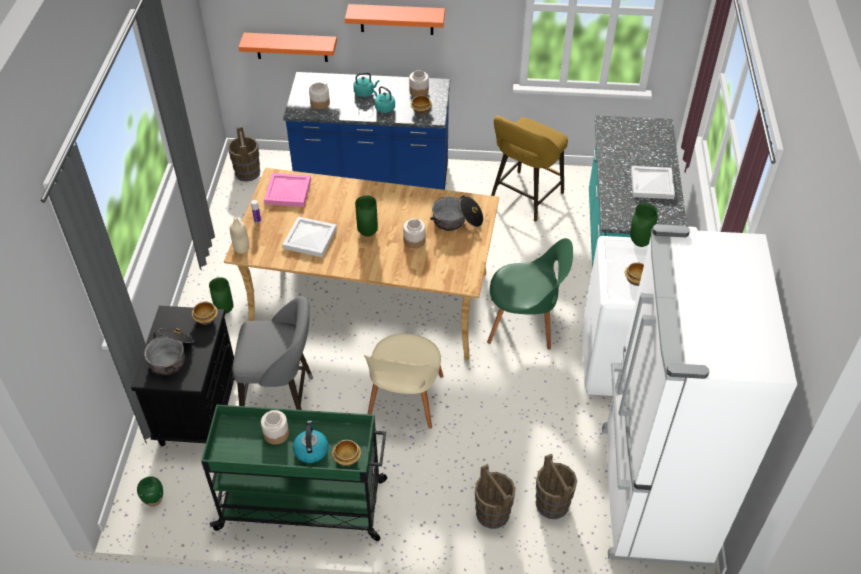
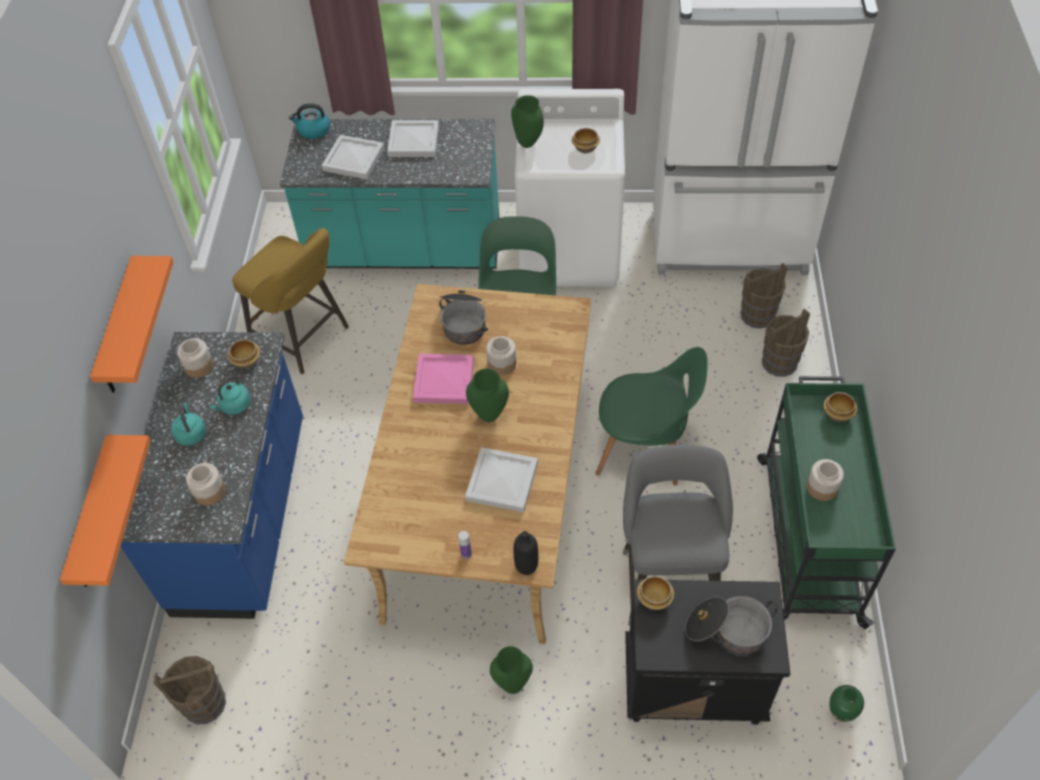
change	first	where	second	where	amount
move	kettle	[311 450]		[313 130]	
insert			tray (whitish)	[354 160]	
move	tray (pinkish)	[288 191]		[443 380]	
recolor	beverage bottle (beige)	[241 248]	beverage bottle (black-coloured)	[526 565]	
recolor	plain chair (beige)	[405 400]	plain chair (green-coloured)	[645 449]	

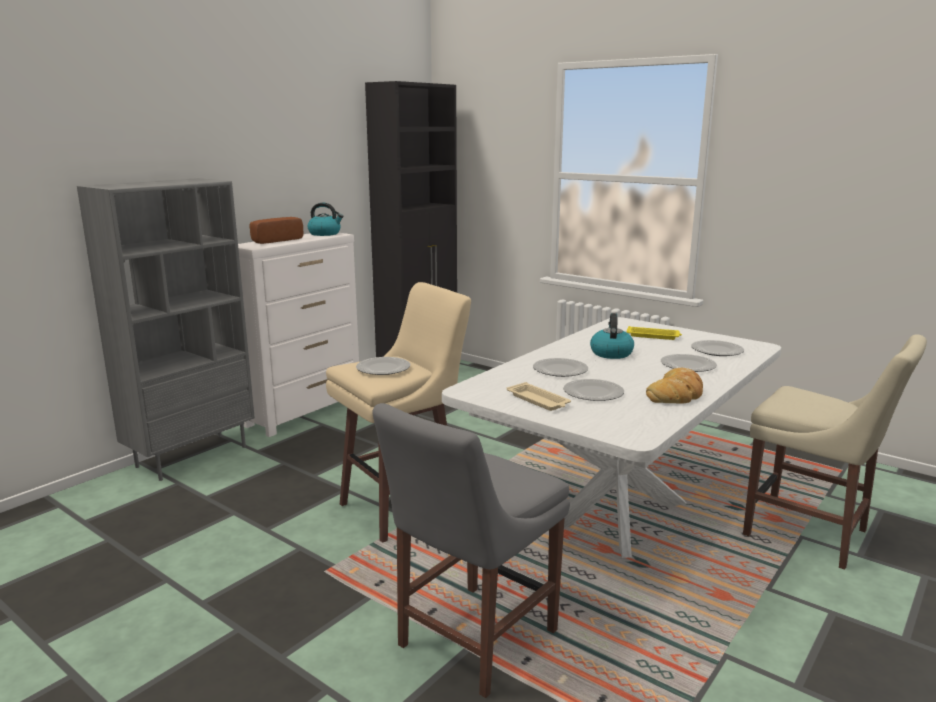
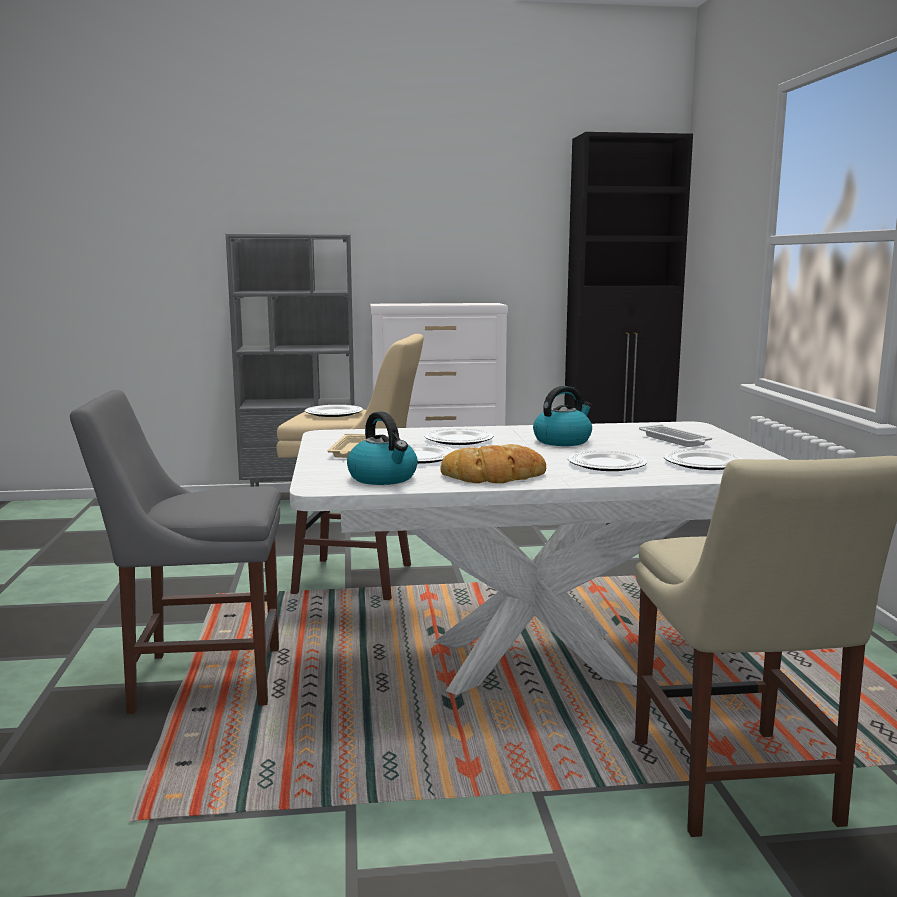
change	first	where	second	where	amount
move	kettle	[325 234]		[383 478]	
recolor	tray (yellow-coloured)	[653 336]	tray (whitish)	[675 440]	
delete	baked bread	[275 240]			

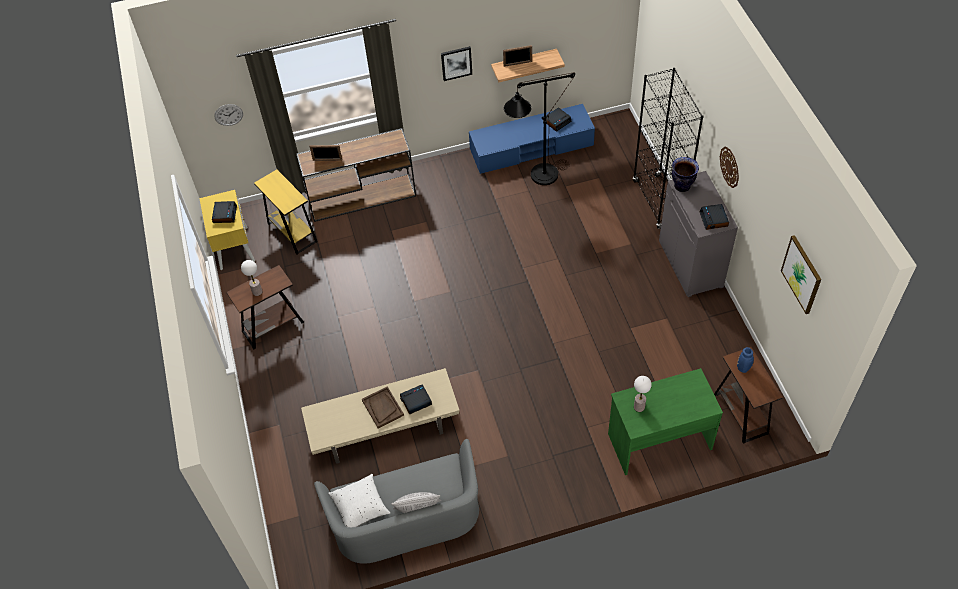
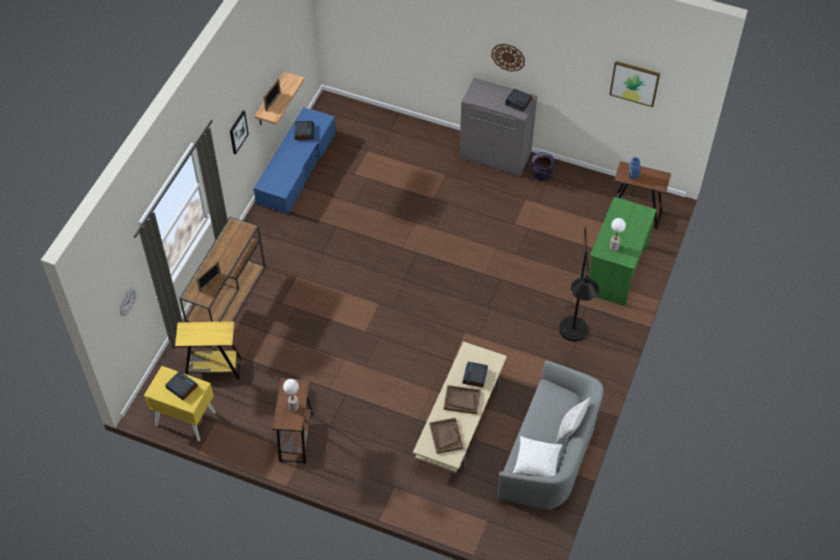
change	first	where	second	where	amount
insert			tray (brown-coloured)	[446 436]	
move	vase	[682 186]		[541 176]	
move	standing lamp (black-coloured)	[537 178]		[573 336]	
delete	bookshelf (black-coloured)	[658 202]			

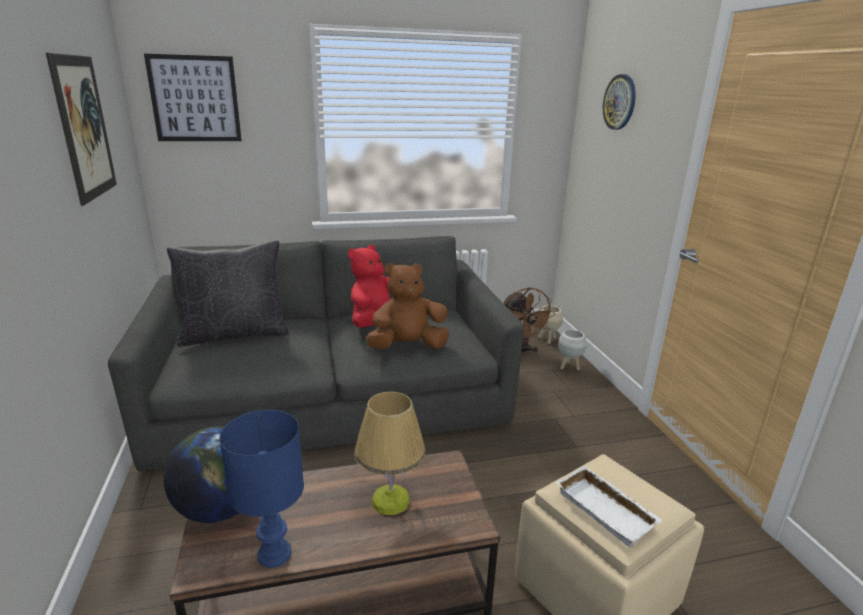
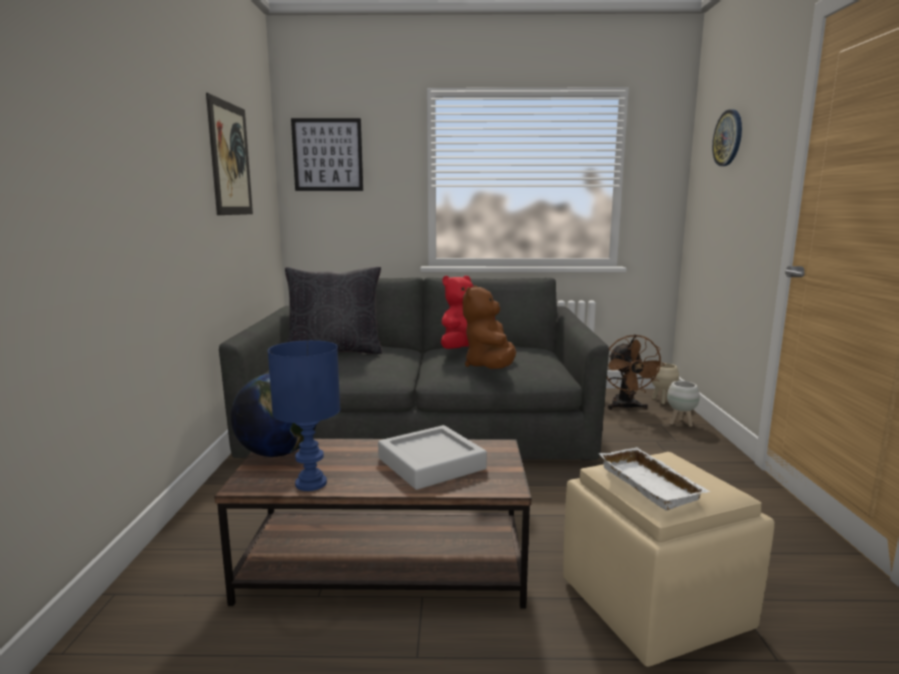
change	first	where	second	where	amount
replace	tabletop lamp	[390 501]	tray (gray)	[431 464]	
rotate	cuddly toy (brown-coloured)	[407 346]		[490 367]	75 degrees counterclockwise

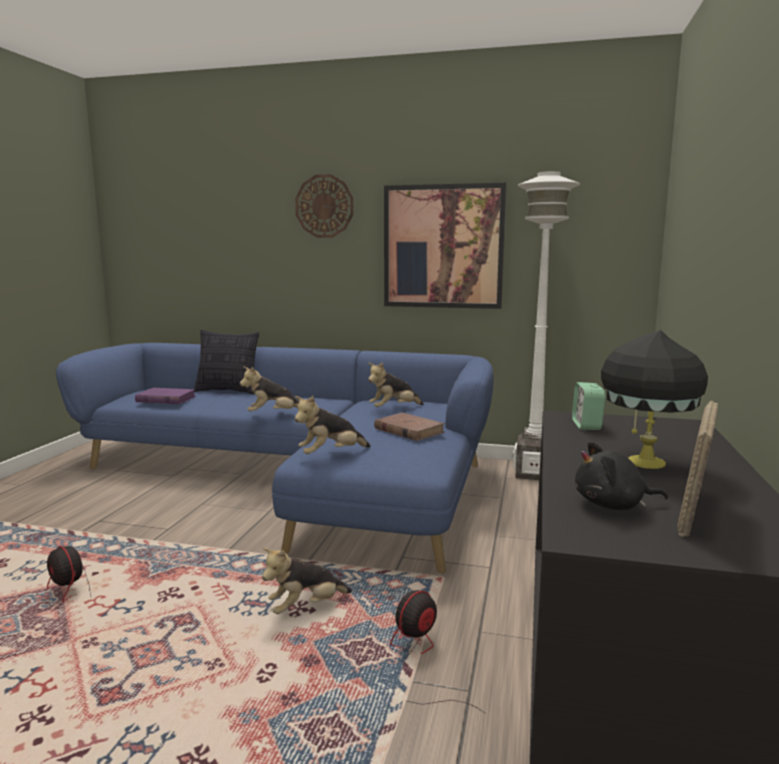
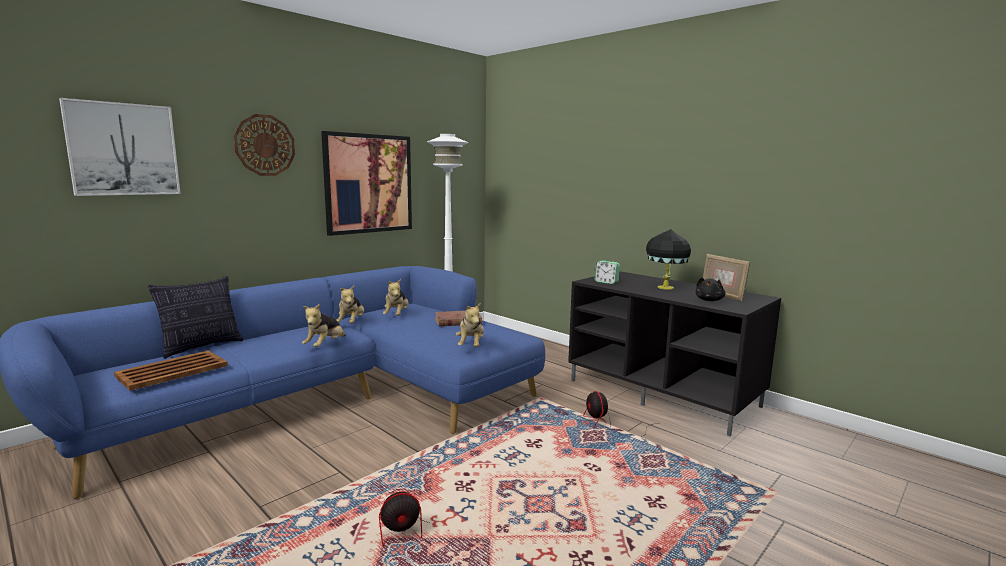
change	first	where	second	where	amount
insert			picture	[123 149]	
replace	book (purplish)	[165 399]	tray (brown-coloured)	[174 370]	
move	cuddly toy	[306 607]		[351 323]	

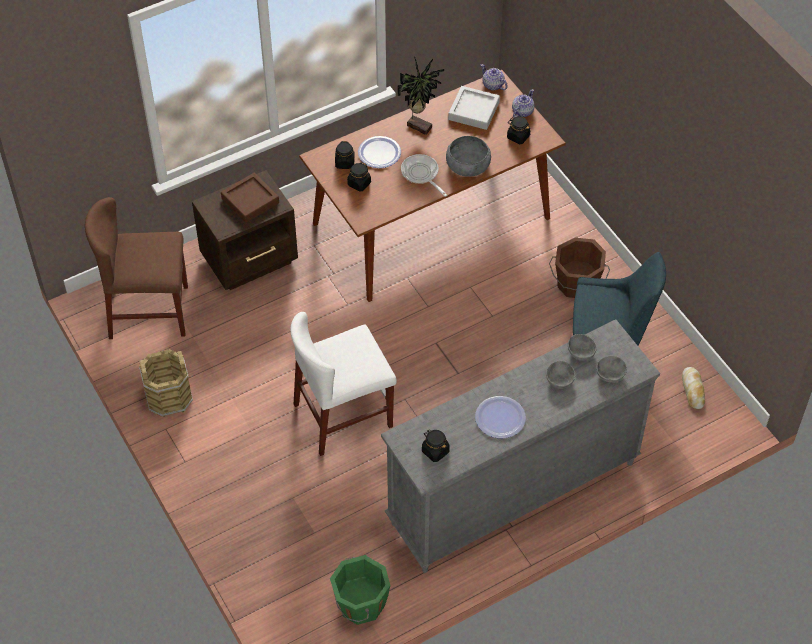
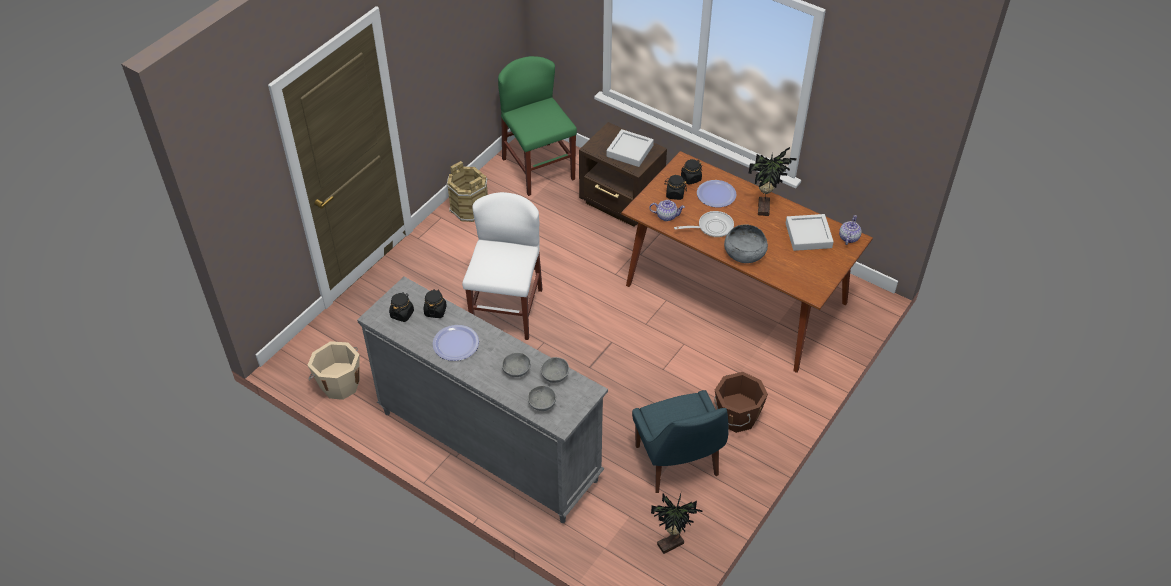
change	first	where	second	where	amount
recolor	water bucket (green-coloured)	[360 604]	water bucket (beige)	[339 384]	
move	jar (black-coloured)	[518 137]		[435 311]	
rotate	plain chair (whitish)	[343 415]		[507 310]	60 degrees clockwise
recolor	plain chair (brown-coloured)	[149 311]	plain chair (green-coloured)	[538 169]	
recolor	tray (brown-coloured)	[250 200]	tray (gray)	[630 151]	
move	teapot	[522 111]		[666 216]	
replace	baked bread	[693 390]	houseplant	[672 545]	
rotate	skillet	[421 174]		[712 227]	45 degrees clockwise

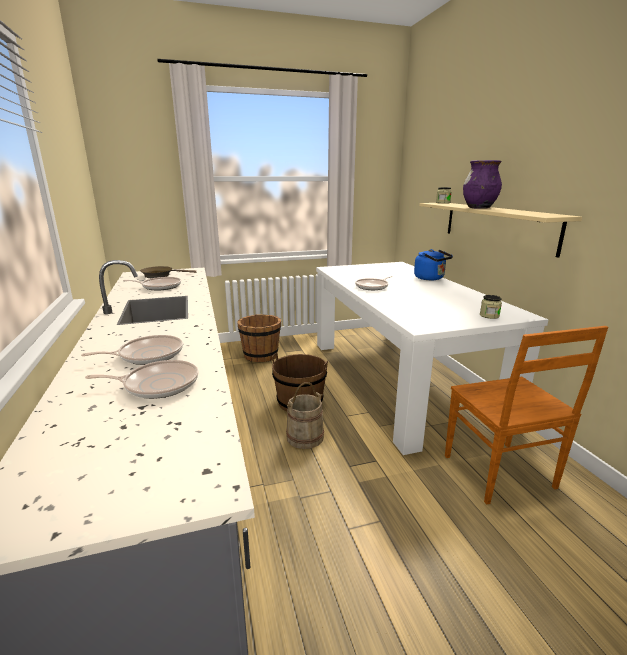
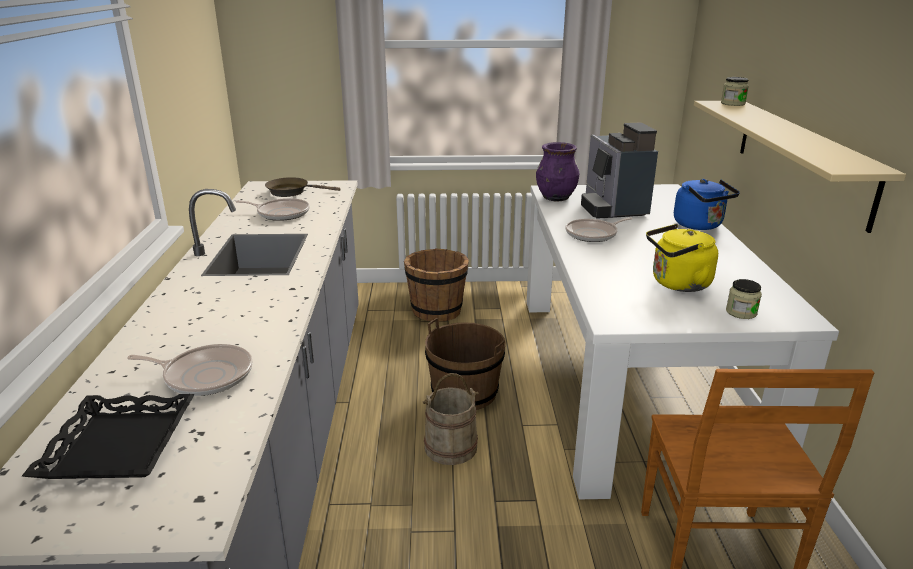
change	first	where	second	where	amount
insert			tray (black-coloured)	[118 445]	
move	vase (purplish)	[479 207]		[556 198]	
insert			coffee brewer	[612 208]	
insert			kettle (yellow-coloured)	[677 284]	
delete	skillet	[147 355]			

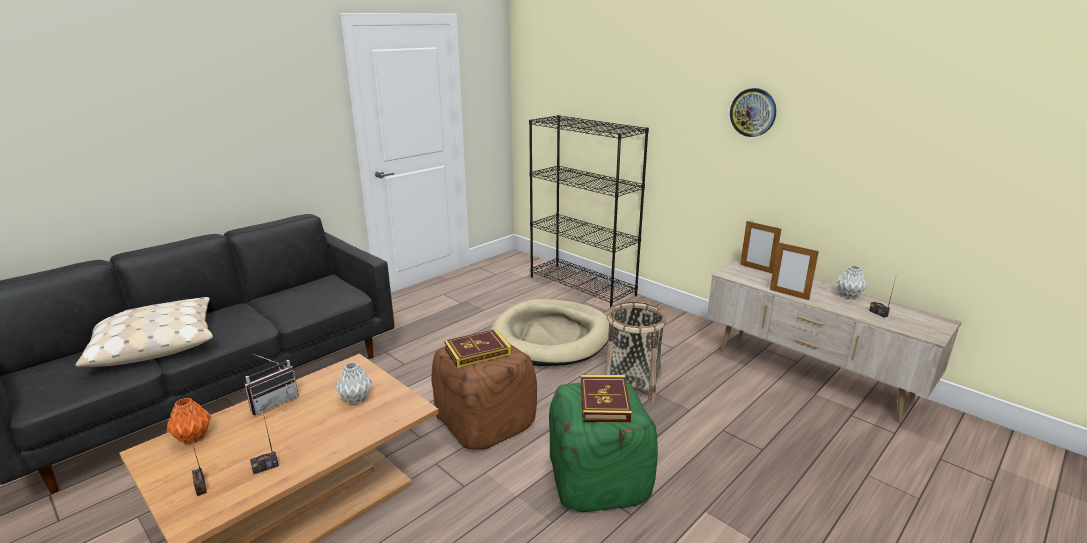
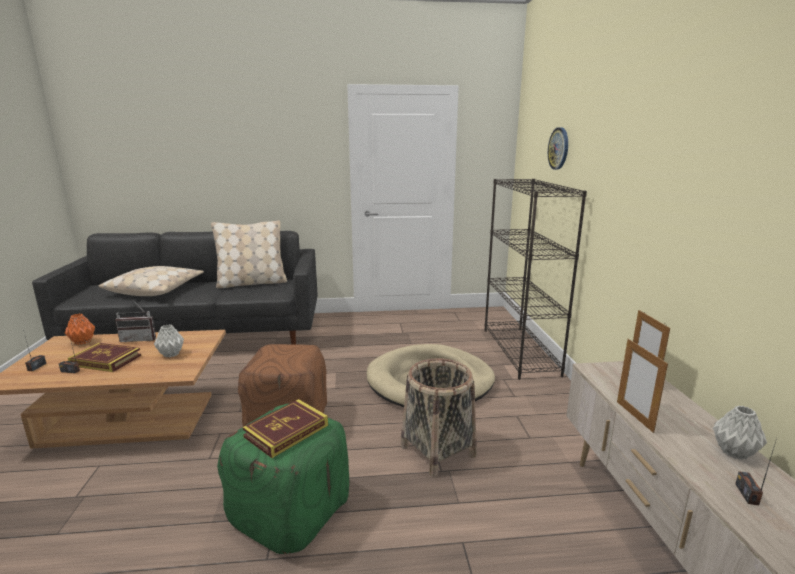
change	first	where	second	where	amount
move	book	[477 351]		[106 360]	
insert			cushion (beige)	[252 283]	
move	hanging clock	[753 112]		[559 148]	

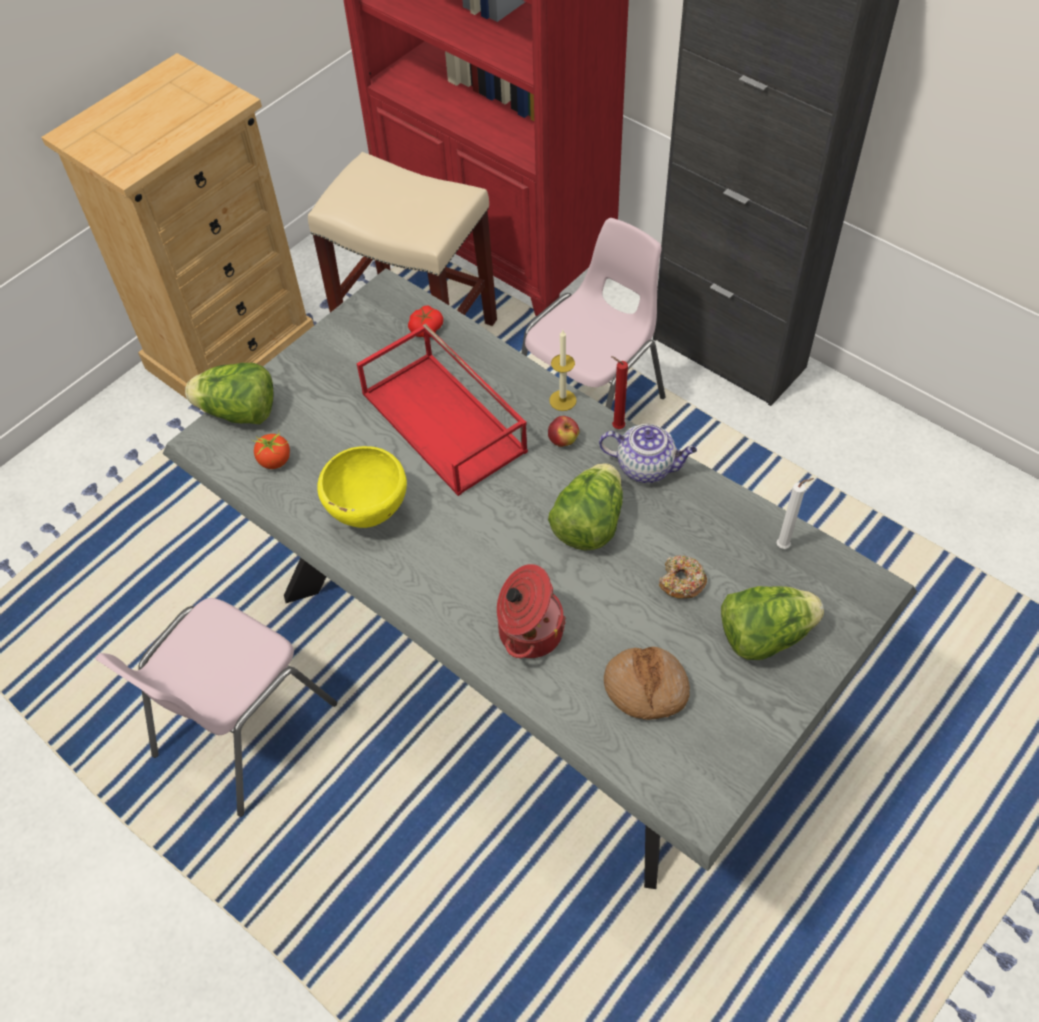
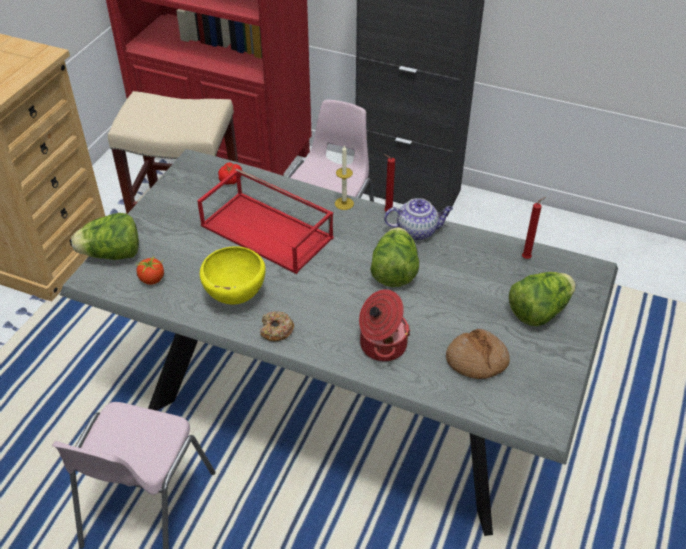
change	first	where	second	where	amount
move	ring doughnut	[681 582]		[276 330]	
recolor	wax candle (whitish)	[785 546]	wax candle (red-coloured)	[527 258]	
delete	apple fruit	[563 441]			

